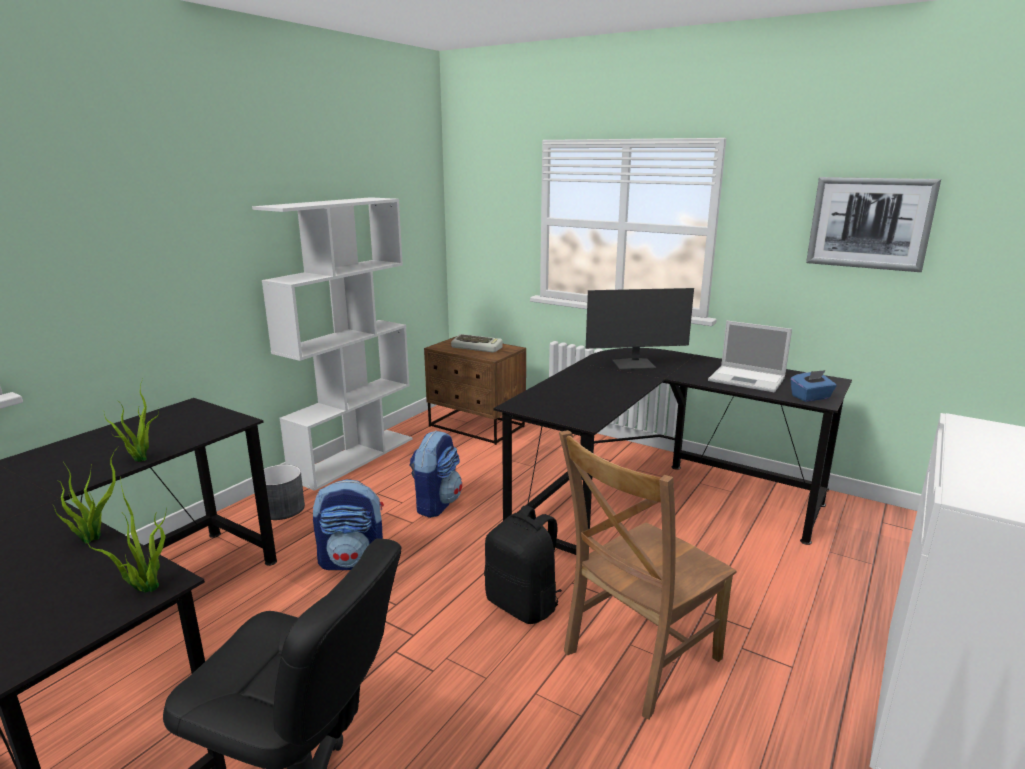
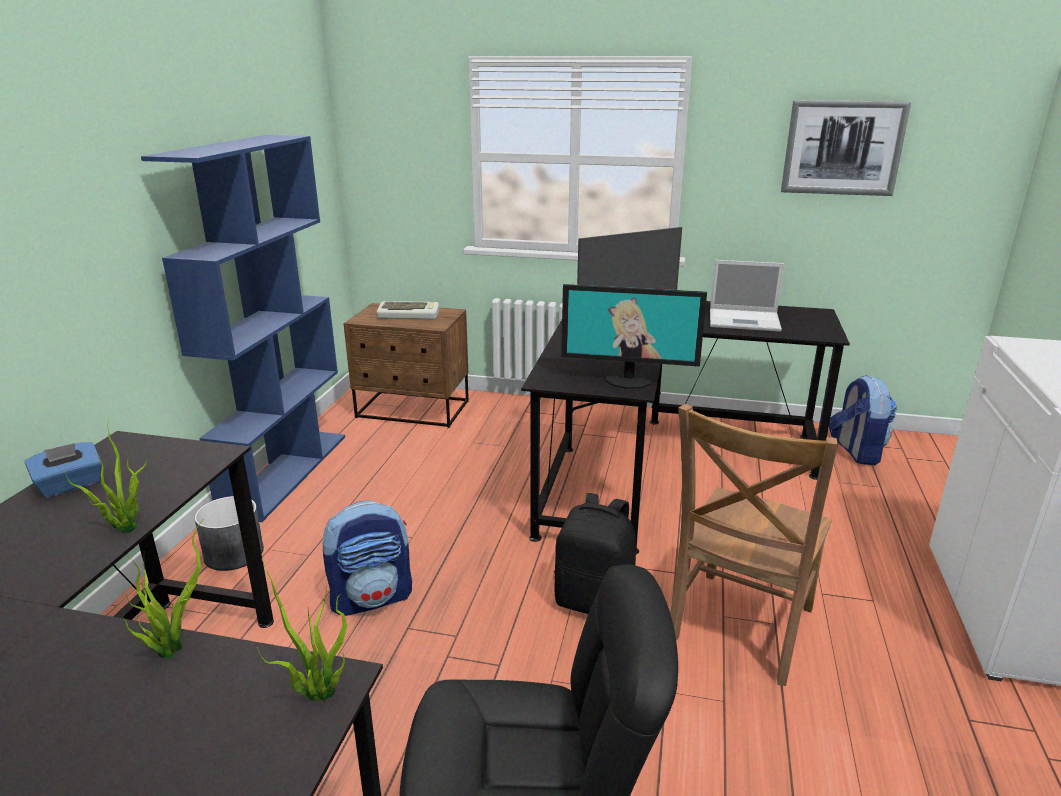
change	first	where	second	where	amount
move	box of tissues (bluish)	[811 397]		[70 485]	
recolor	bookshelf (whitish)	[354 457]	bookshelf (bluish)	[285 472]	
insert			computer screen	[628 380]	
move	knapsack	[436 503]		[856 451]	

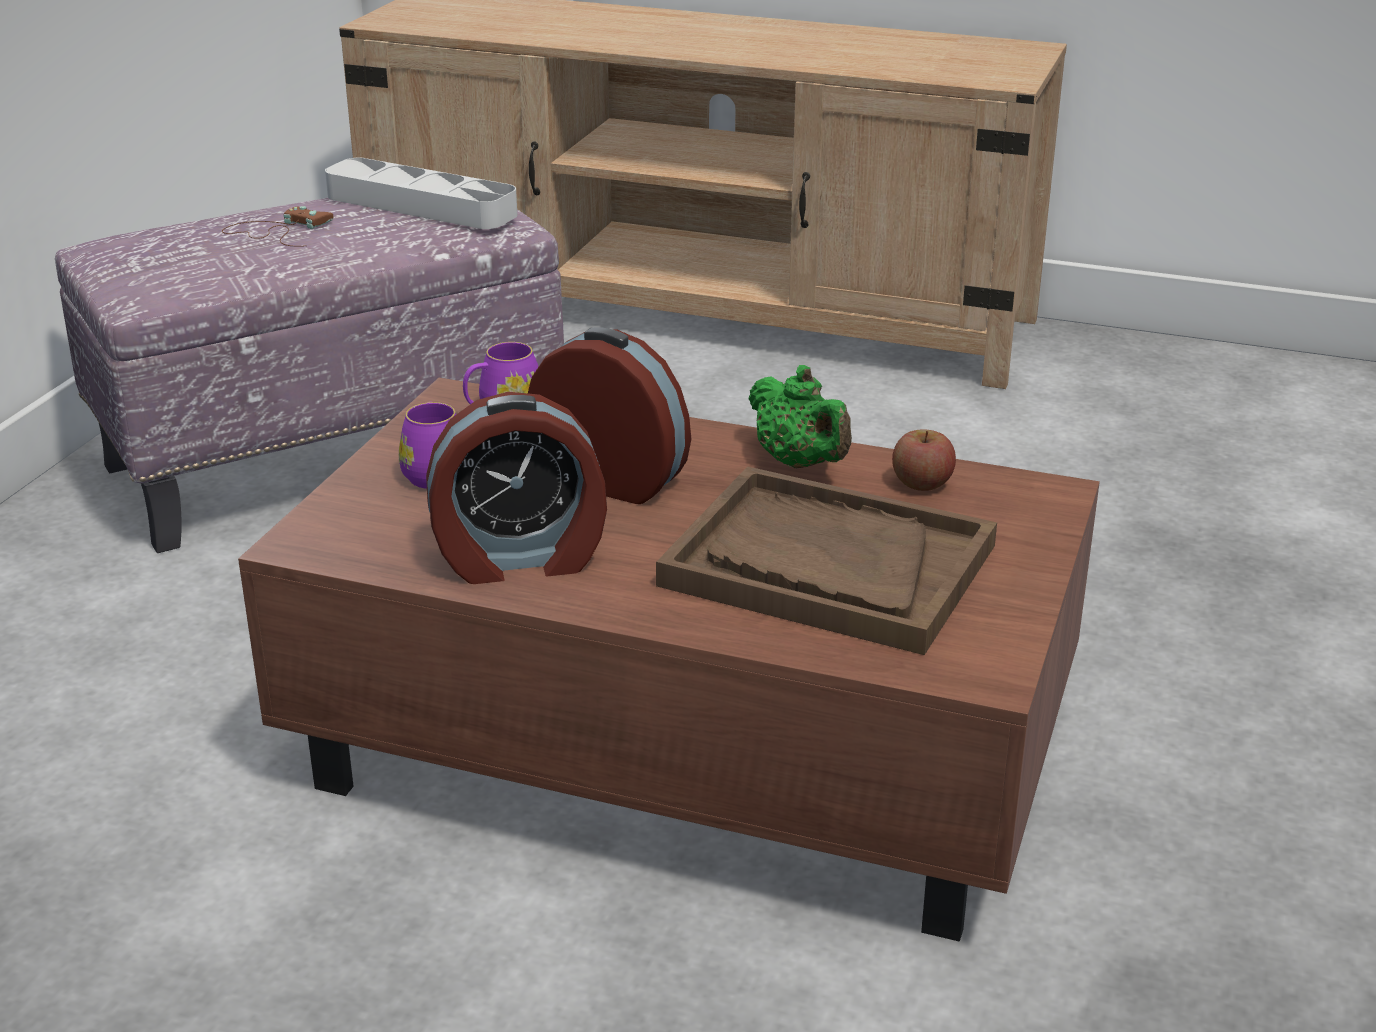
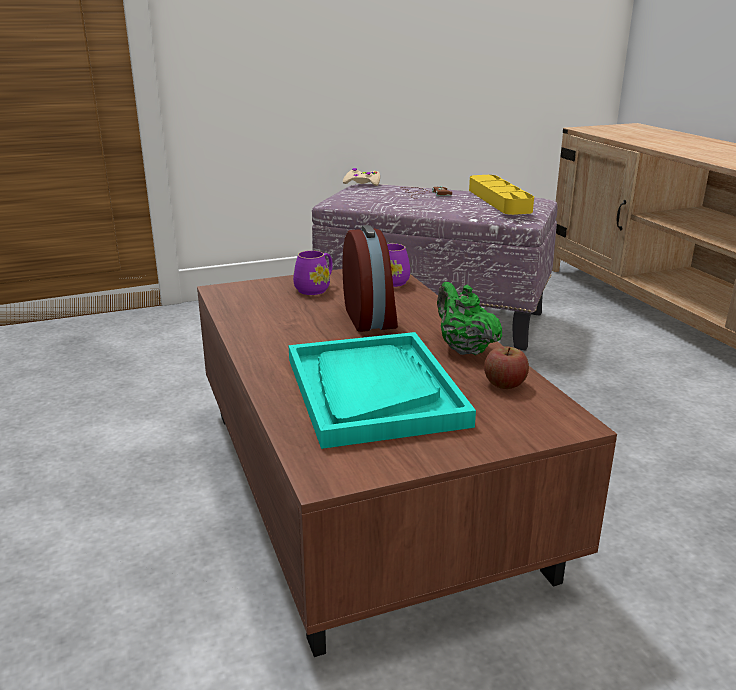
change	first	where	second	where	amount
recolor	tray (brown-coloured)	[827 566]	tray (turquoise-coloured)	[373 391]	
insert			gamepad (beige)	[362 183]	
rotate	teapot (green-coloured)	[800 463]		[464 349]	135 degrees clockwise
recolor	tray (gray)	[421 205]	tray (yellow-coloured)	[499 200]	
delete	table clock	[520 559]			

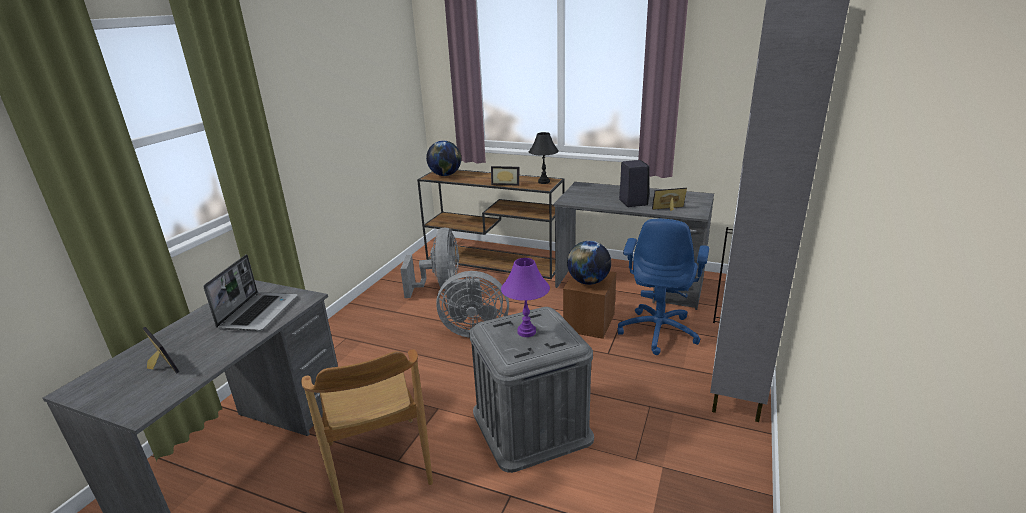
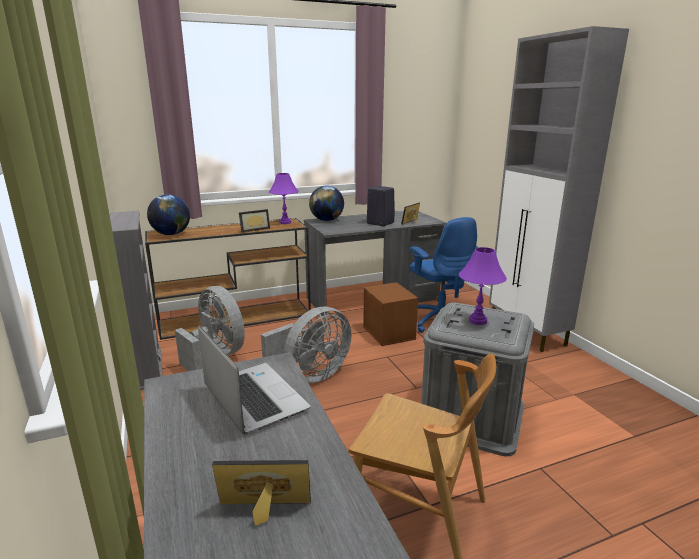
change	first	where	second	where	amount
insert			bookshelf (gray)	[147 368]	
recolor	tabletop lamp (black-coloured)	[544 182]	tabletop lamp (purplish)	[285 222]	
move	desk globe	[588 282]		[326 220]	

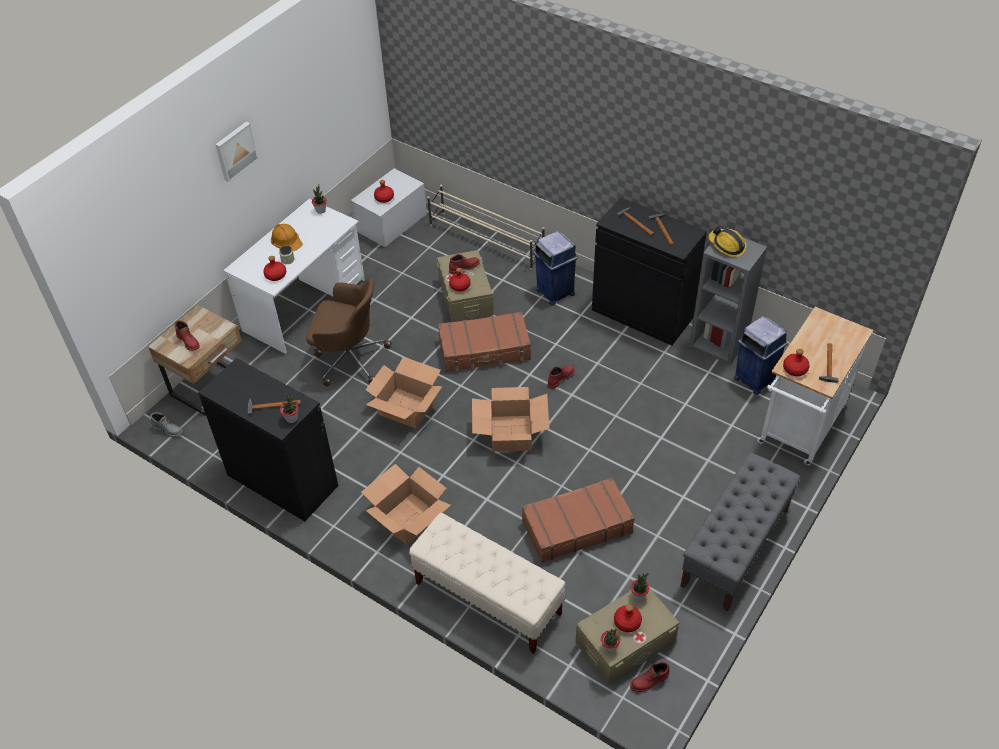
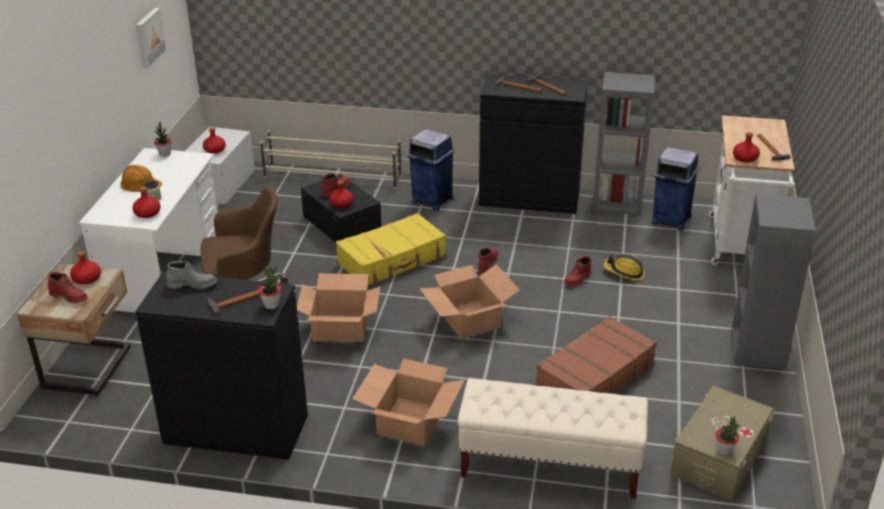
change	first	where	second	where	amount
move	beverage bottle (red-coloured)	[627 622]		[86 278]	
move	picture	[235 151]		[149 38]	
move	high-top boot (gray)	[168 430]		[192 284]	
recolor	storage container (beige)	[465 296]	storage container (black-coloured)	[341 223]	
recolor	piece of luggage (brown-coloured)	[485 350]	piece of luggage (yellow-coloured)	[392 260]	
move	high-top boot (red-coloured)	[649 681]		[578 279]	
move	safety helmet	[727 245]		[624 272]	
replace	long seat (gray)	[735 548]	bookshelf (gray)	[758 349]	
delete	houseplant	[638 595]			

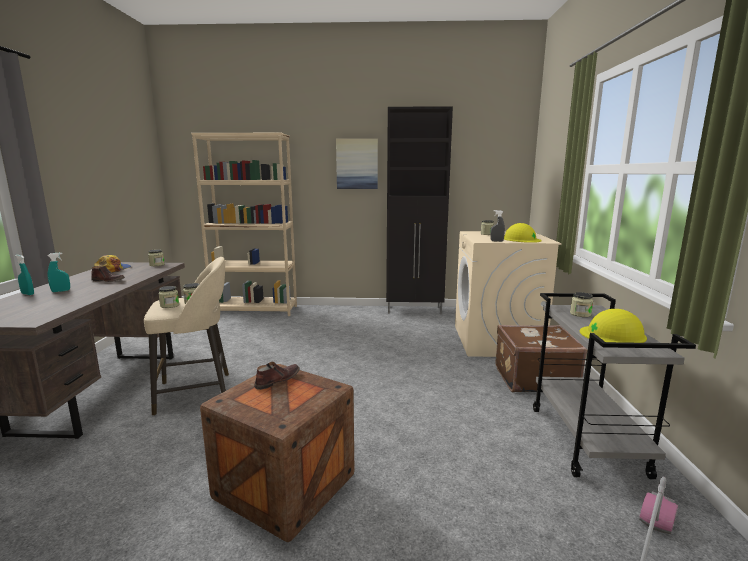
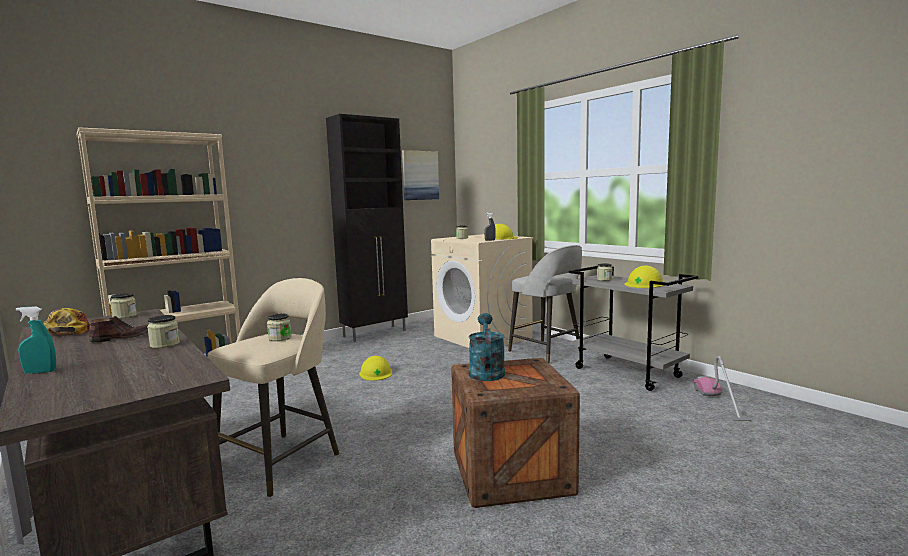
change	first	where	second	where	amount
move	jar	[169 305]		[165 344]	
insert			safety helmet (yellow-coloured)	[376 373]	
move	picture	[357 164]		[420 175]	
replace	item of footwear (brown-coloured)	[277 380]	sprinkling can (turquoise-coloured)	[486 371]	
replace	piece of luggage (brown-coloured)	[533 378]	sitting stool (gray)	[546 352]	
delete	sprayer (turquoise-coloured)	[61 291]			

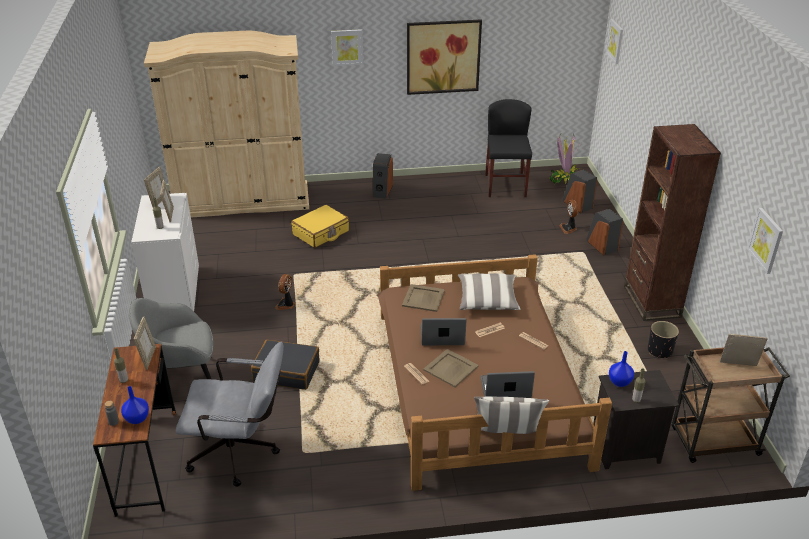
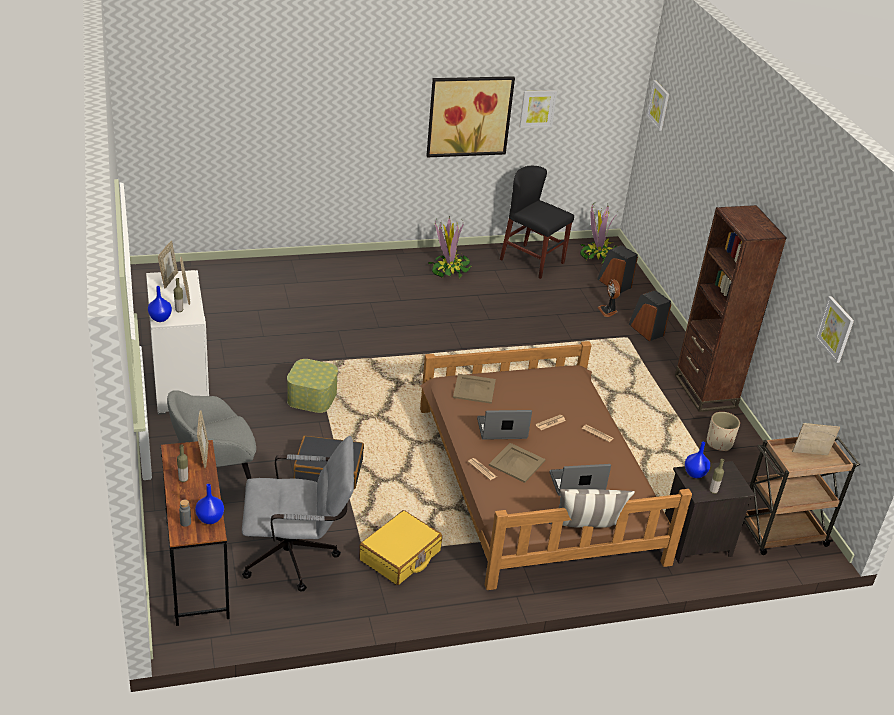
change	first	where	second	where	amount
insert			vase (bluish)	[160 318]	
replace	fan	[286 305]	storage container	[312 397]	
move	piece of luggage (yellow-coloured)	[321 233]		[400 556]	
insert			houseplant	[449 269]	
rotate	plain chair (black-coloured)	[505 186]		[532 261]	45 degrees counterclockwise
move	picture	[347 47]		[537 108]	
recolor	flower pot (black-coloured)	[660 351]	flower pot (beige)	[719 443]	
delete	wardrobe (beige)	[242 200]			
delete	audio speaker	[382 190]			
delete	cushion	[487 300]			

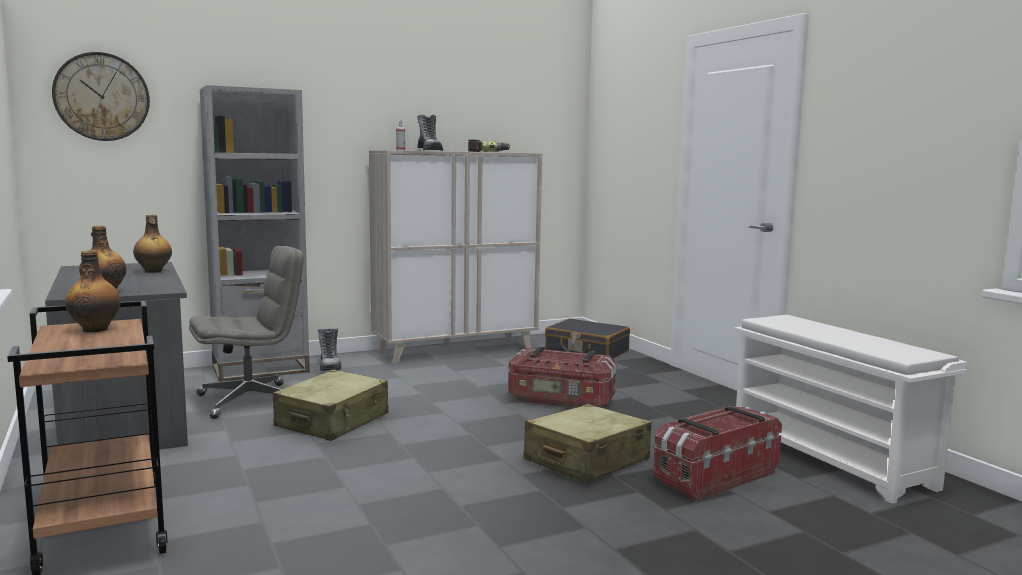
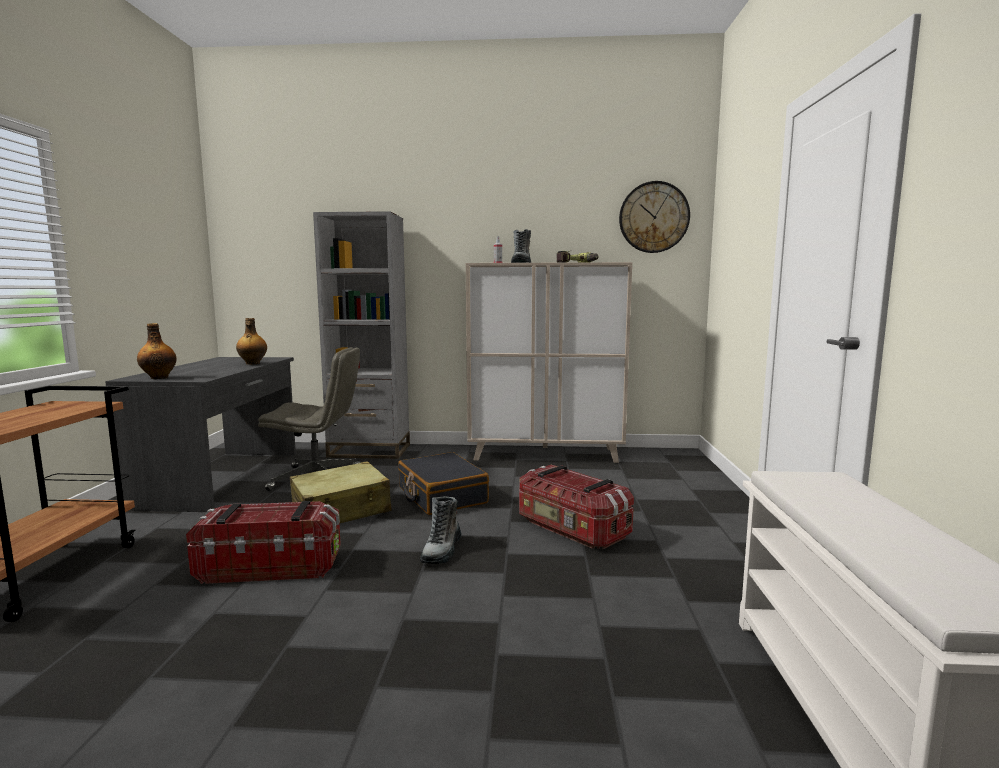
change	first	where	second	where	amount
move	storage container	[714 477]		[270 567]	
move	piece of luggage (black-coloured)	[586 351]		[441 495]	
move	high-top boot	[329 366]		[442 550]	
move	hanging clock	[102 97]		[654 217]	
delete	beverage bottle	[96 329]			
delete	piece of luggage (beige)	[586 461]			

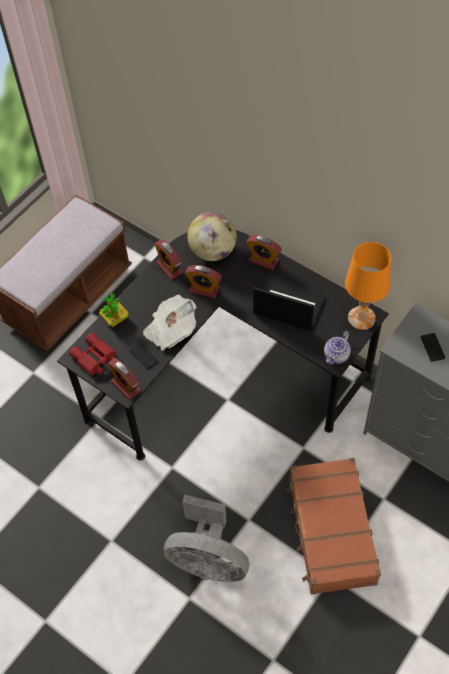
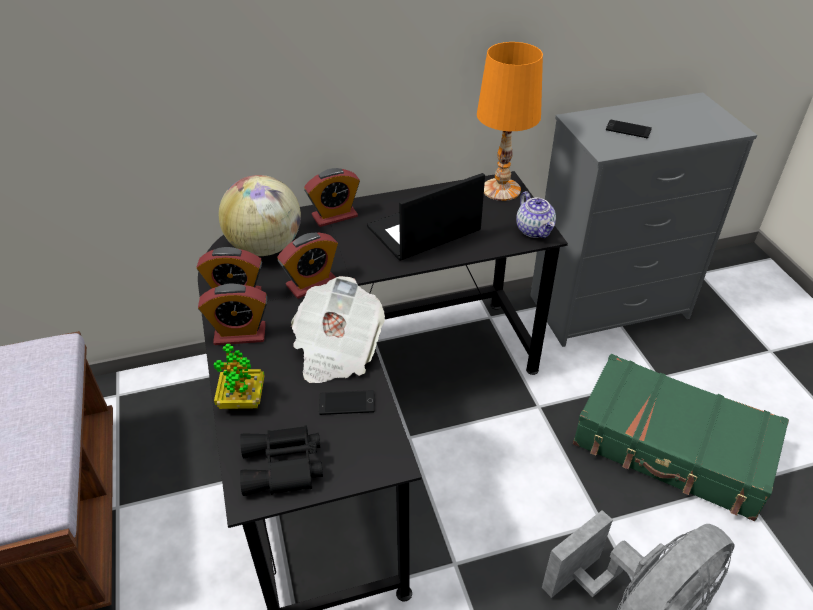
change	first	where	second	where	amount
move	table clock	[126 386]		[240 334]	
recolor	pair of binoculars (red-coloured)	[94 358]	pair of binoculars (black-coloured)	[284 467]	
recolor	piece of luggage (brown-coloured)	[330 531]	piece of luggage (green-coloured)	[672 448]	

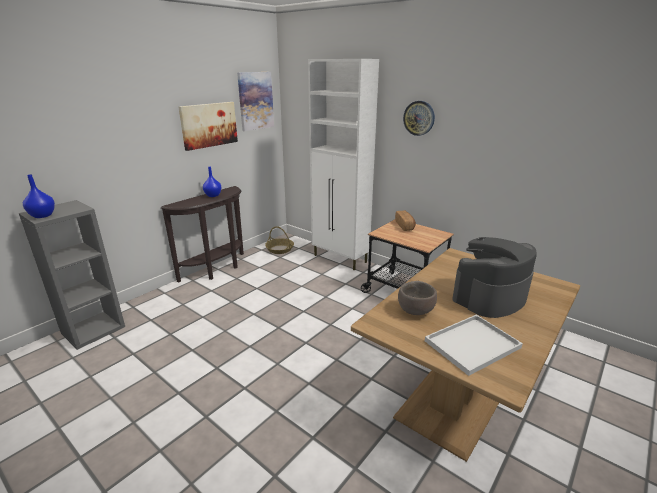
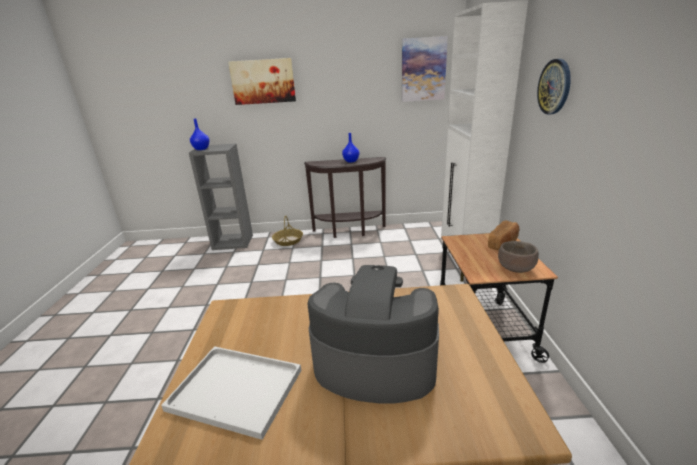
change	first	where	second	where	amount
move	picture	[209 125]		[263 81]	
move	storage basket	[279 249]		[288 240]	
move	deep dish (brown-coloured)	[415 311]		[516 269]	

